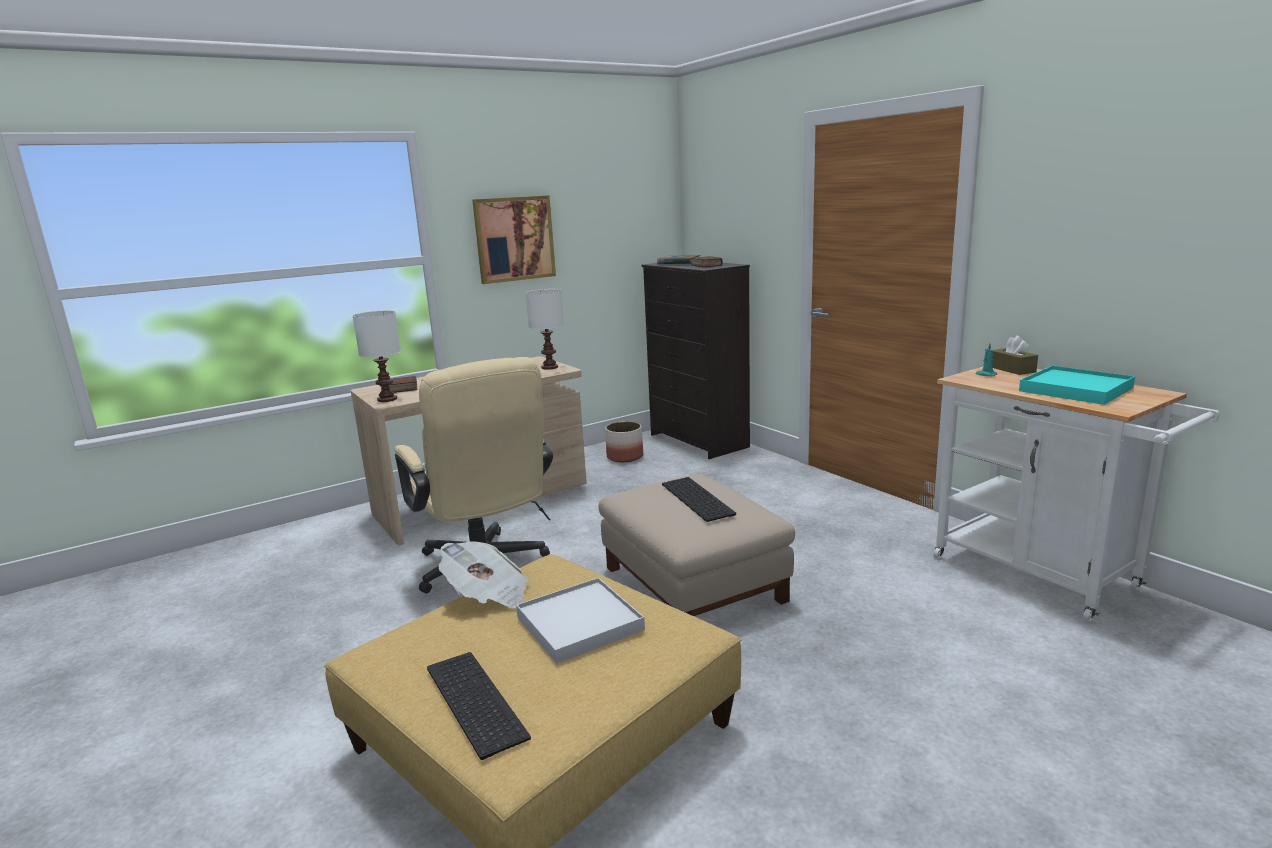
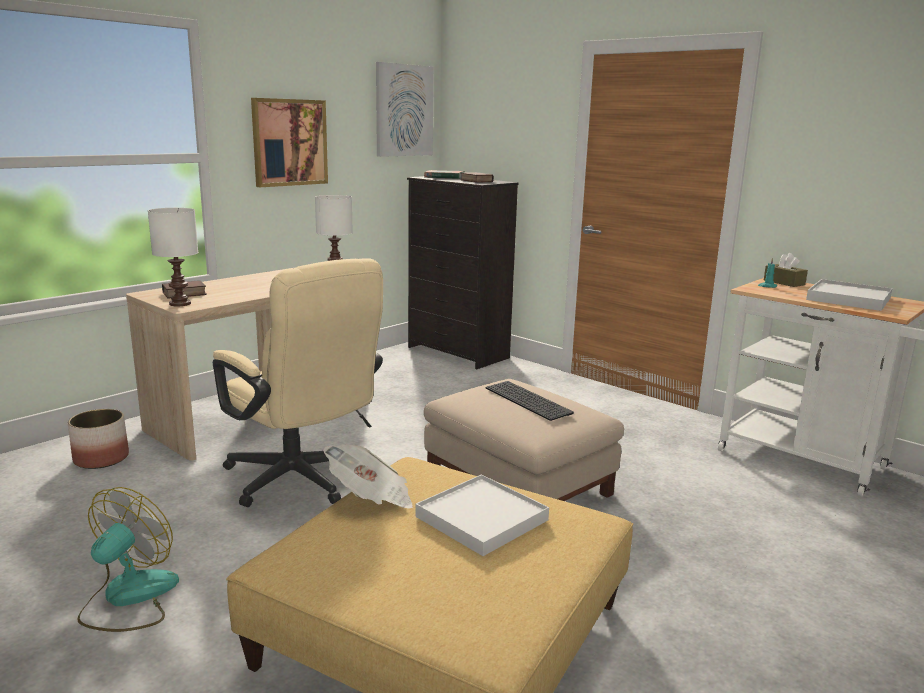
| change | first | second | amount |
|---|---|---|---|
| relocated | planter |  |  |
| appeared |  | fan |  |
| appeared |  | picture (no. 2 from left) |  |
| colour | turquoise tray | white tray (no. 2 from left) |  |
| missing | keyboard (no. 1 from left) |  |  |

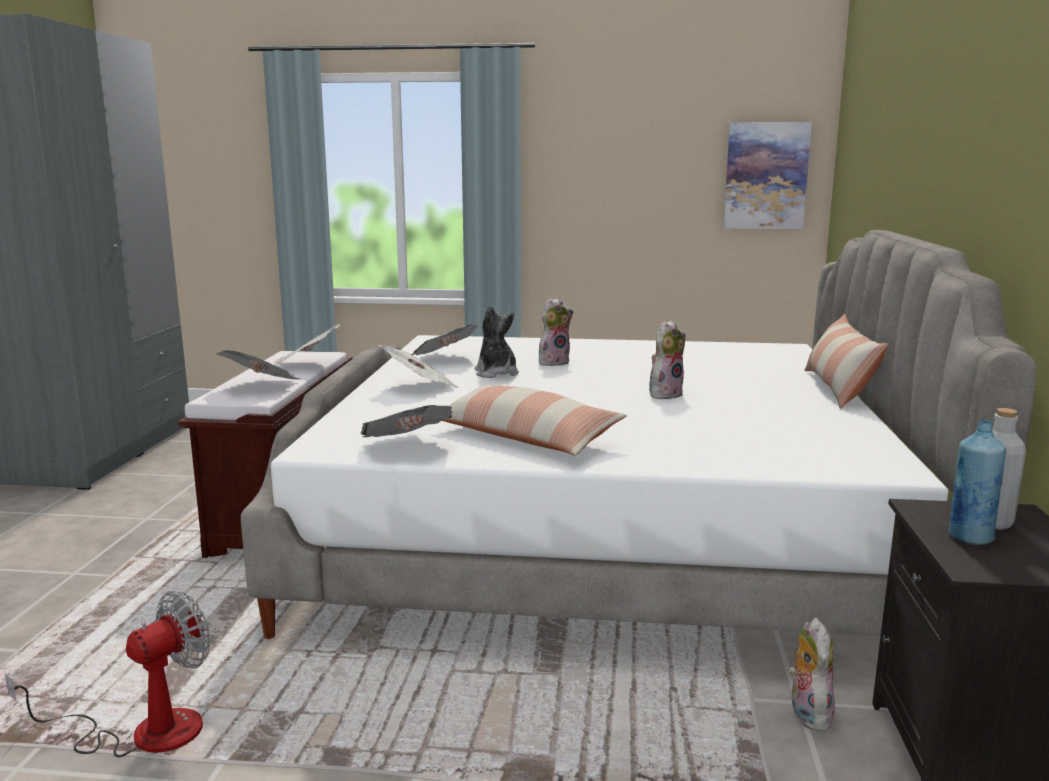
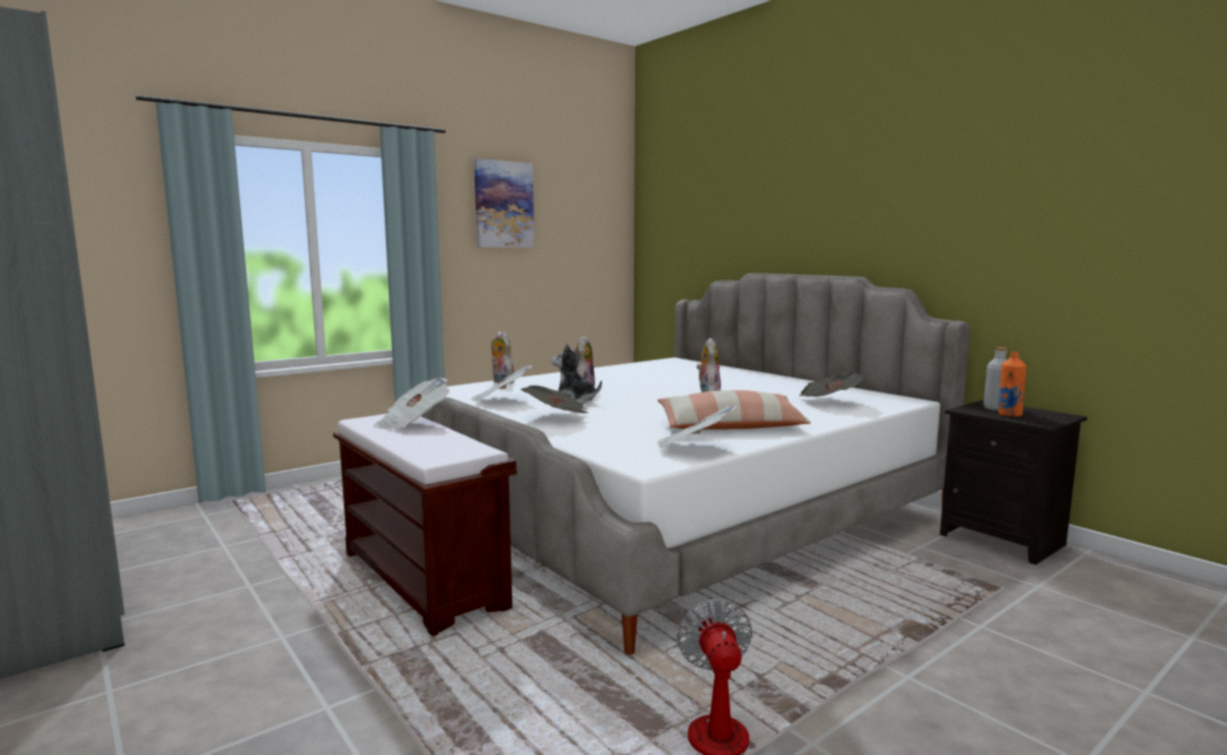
| change | first | second | amount |
|---|---|---|---|
| relocated | picture |  |  |
| relocated | plush toy (no. 4 from left in the first image) | plush toy (no. 1 from left) |  |
| relocated | newspaper (no. 1 from left in the first image) | newspaper (no. 5 from left) |  |
| colour | blue bottle | orange bottle |  |
| missing | pillow (no. 2 from left) |  |  |

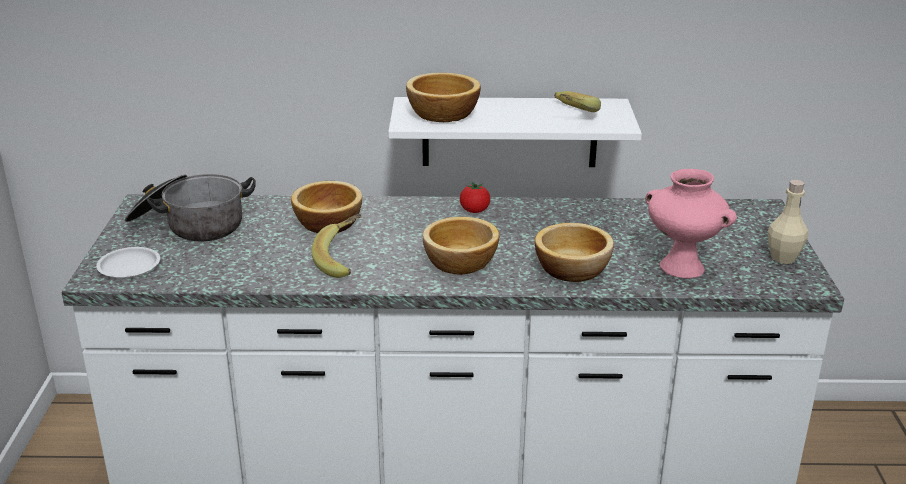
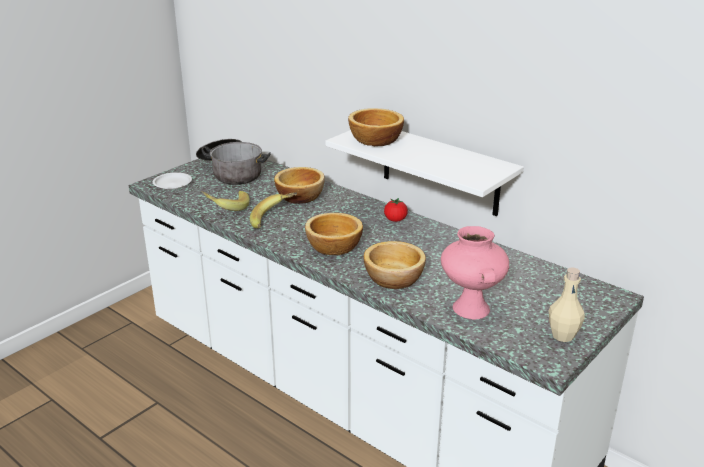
| change | first | second | amount |
|---|---|---|---|
| relocated | banana (no. 2 from left in the first image) | banana (no. 1 from left) |  |

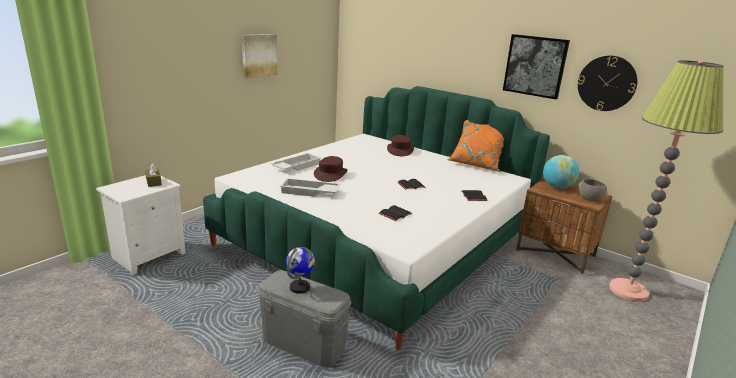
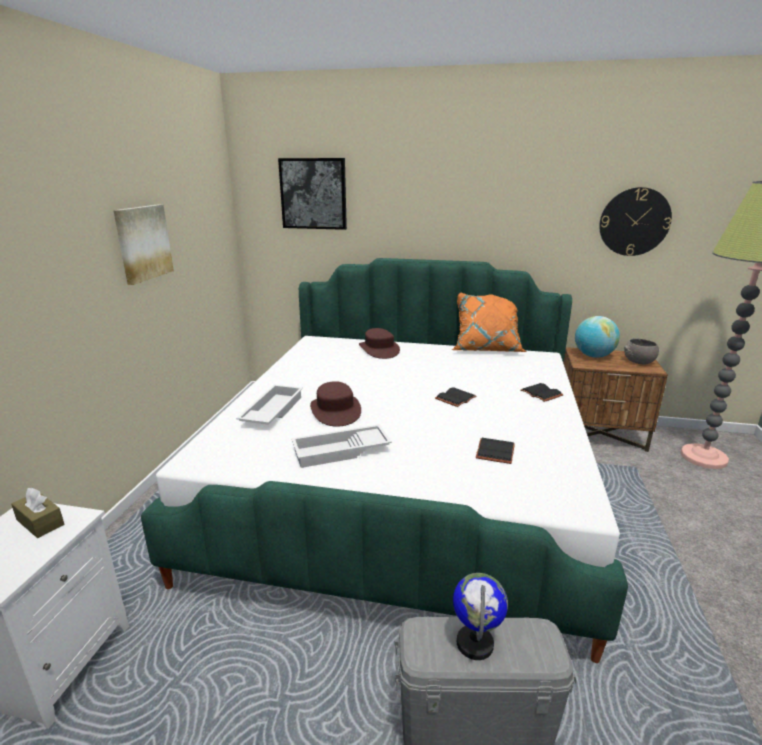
| change | first | second | amount |
|---|---|---|---|
| relocated | picture (no. 2 from left) |  |  |

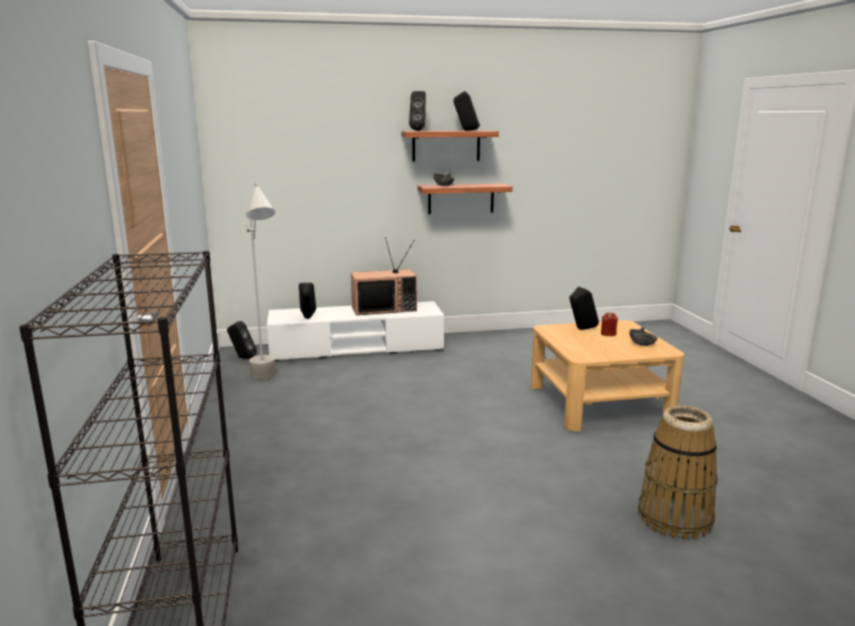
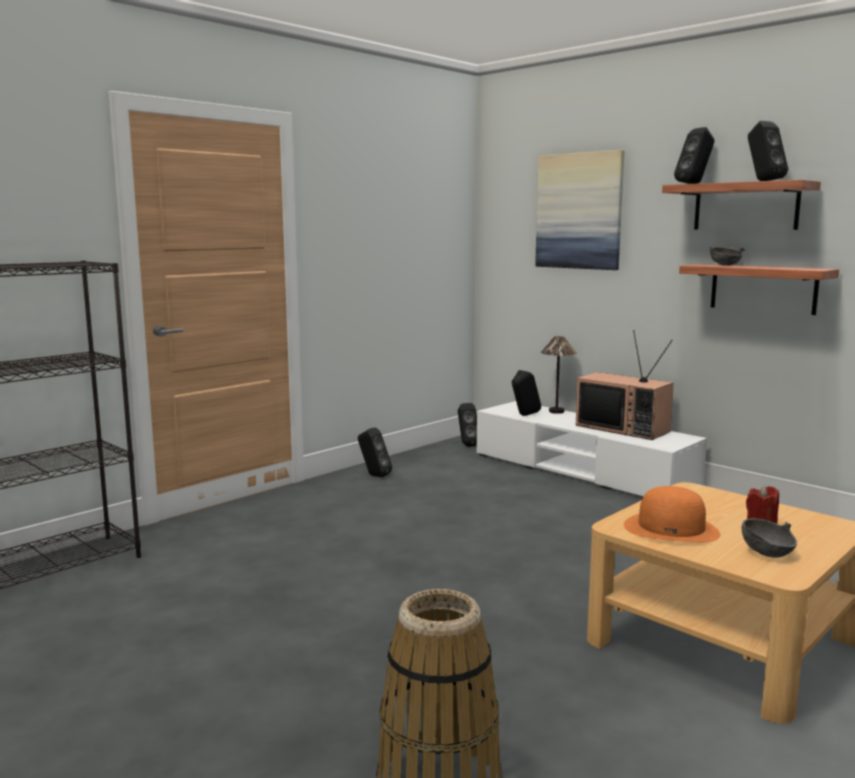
| change | first | second | amount |
|---|---|---|---|
| relocated | black speaker (no. 5 from left in the first image) | black speaker (no. 1 from left) |  |
| appeared |  | picture |  |
| appeared |  | table lamp |  |
| appeared |  | orange hat |  |
| missing | grey floor lamp |  |  |

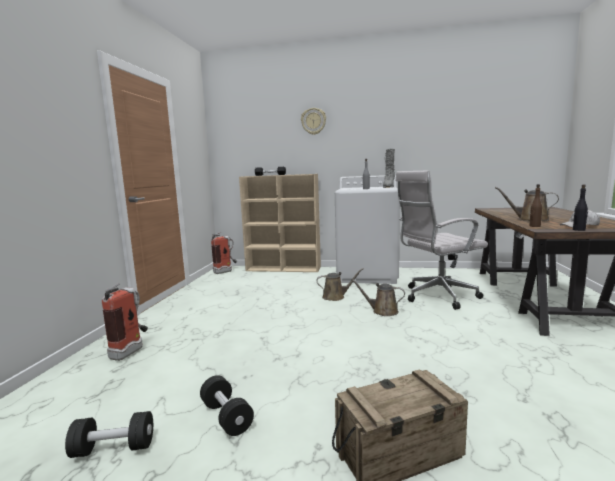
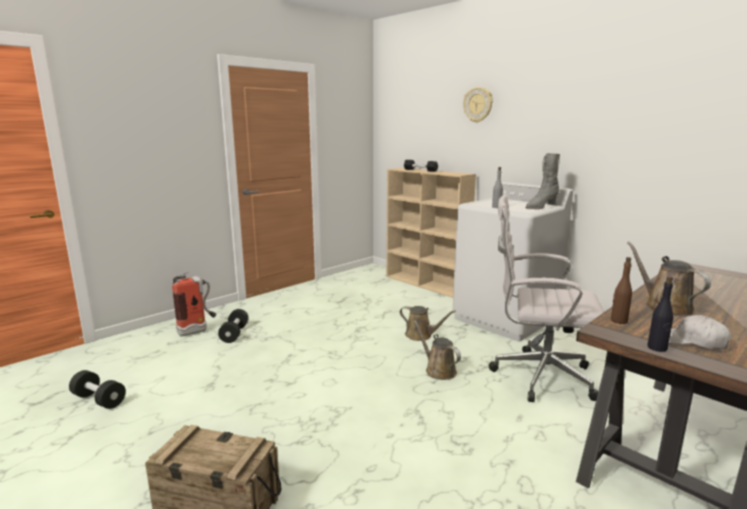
| change | first | second | amount |
|---|---|---|---|
| relocated | black dumbbell (no. 2 from left) |  |  |
| missing | fire extinguisher (no. 2 from left) |  |  |

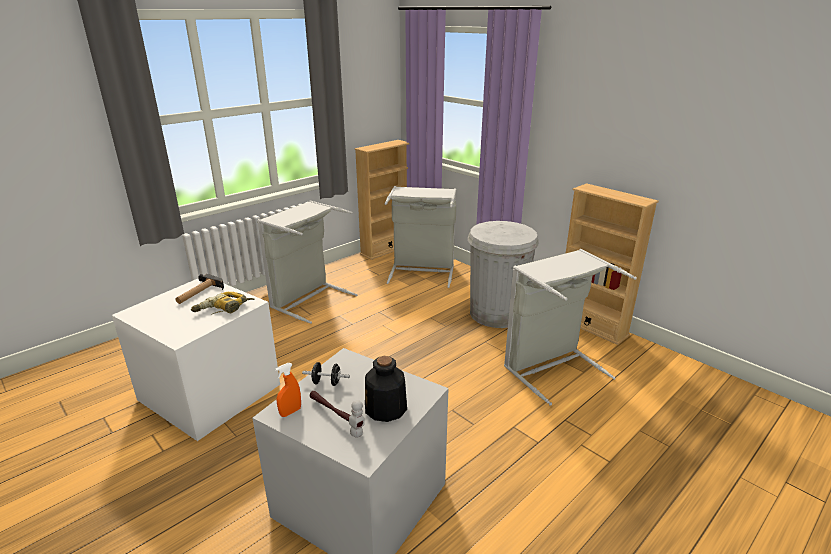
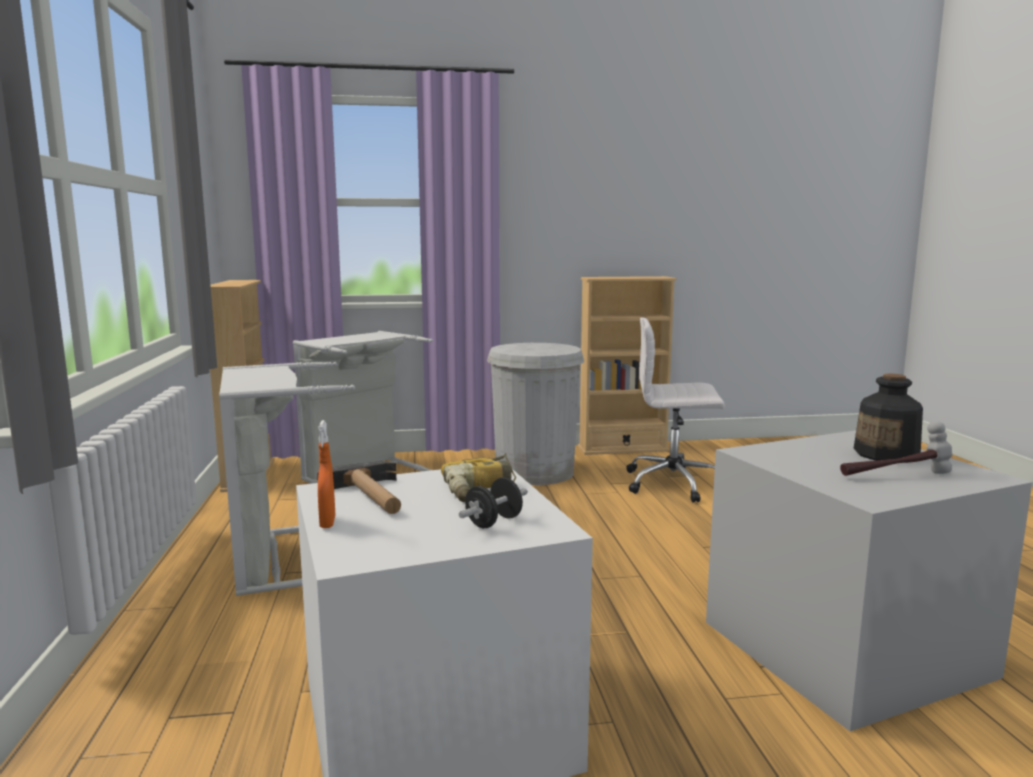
| change | first | second | amount |
|---|---|---|---|
| relocated | orange spray bottle |  |  |
| relocated | black dumbbell |  |  |
| exchanged | grey laundry basket (no. 3 from left) | white office chair |  |

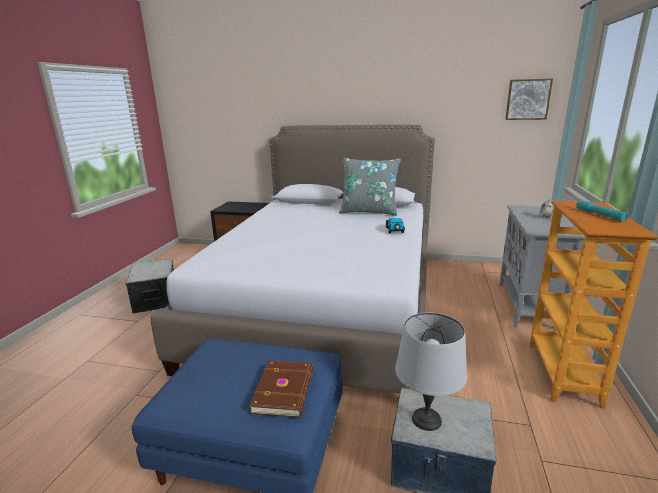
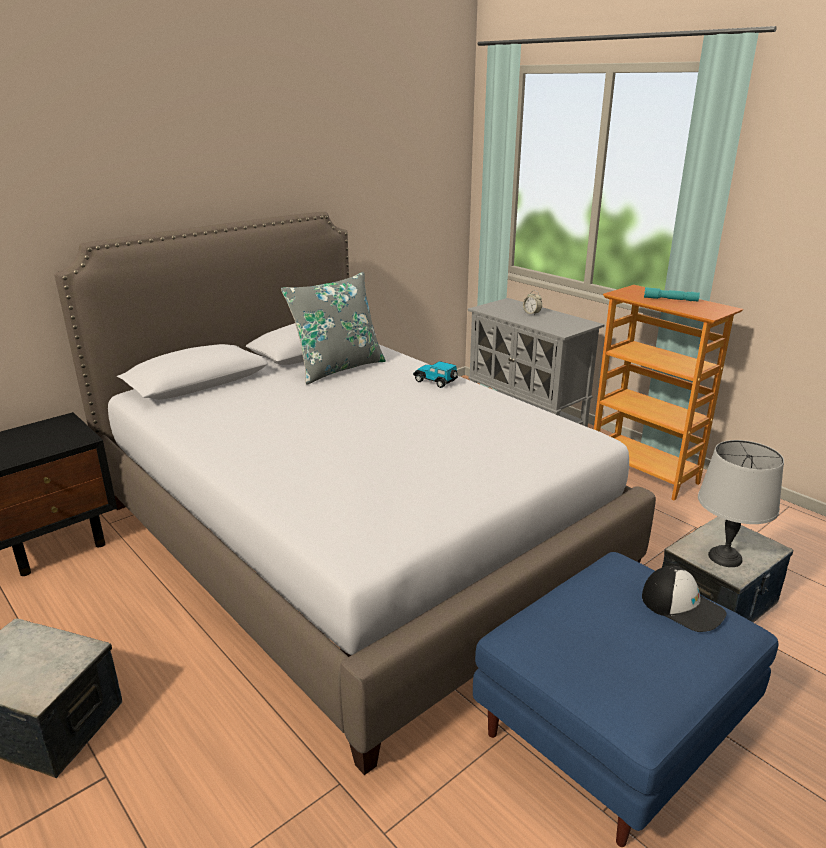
| change | first | second | amount |
|---|---|---|---|
| exchanged | brown book | cap |  |
| missing | picture |  |  |

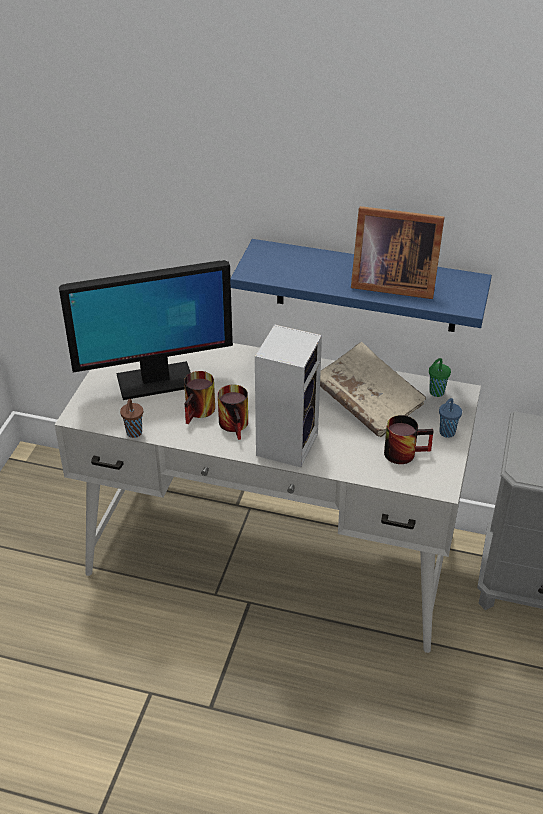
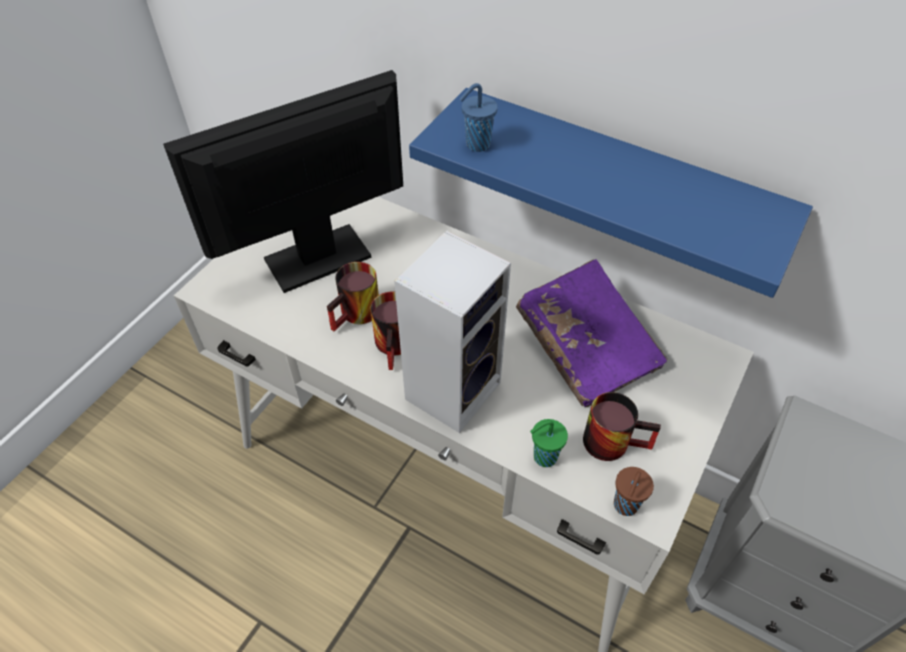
| change | first | second | amount |
|---|---|---|---|
| spun | monitor |  | 150 degrees clockwise |
| relocated | blue cup |  |  |
| colour | beige book | purple book |  |
| relocated | green cup |  |  |
| relocated | brown cup |  |  |
| missing | picture frame |  |  |

